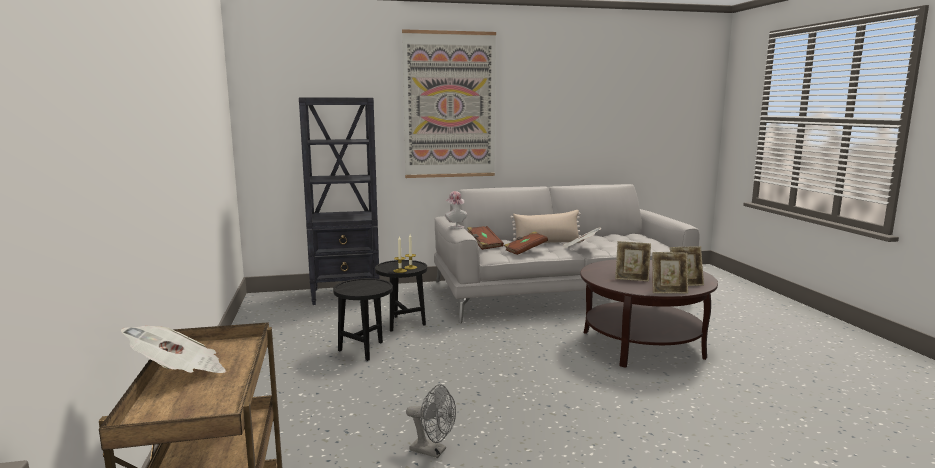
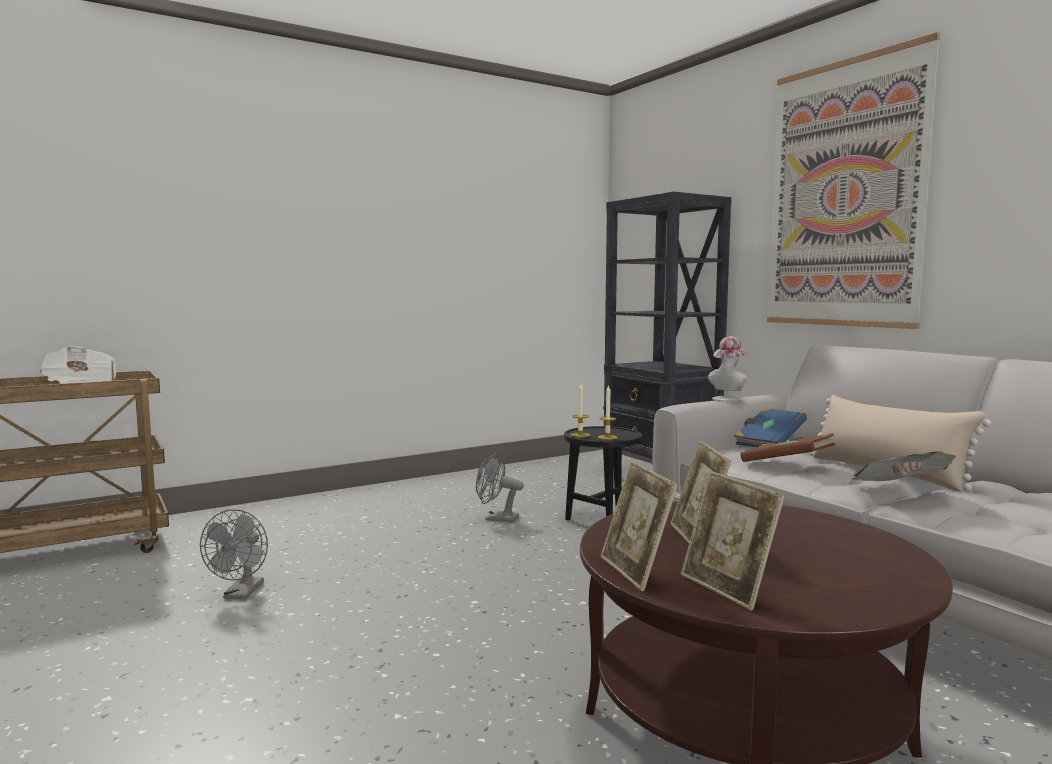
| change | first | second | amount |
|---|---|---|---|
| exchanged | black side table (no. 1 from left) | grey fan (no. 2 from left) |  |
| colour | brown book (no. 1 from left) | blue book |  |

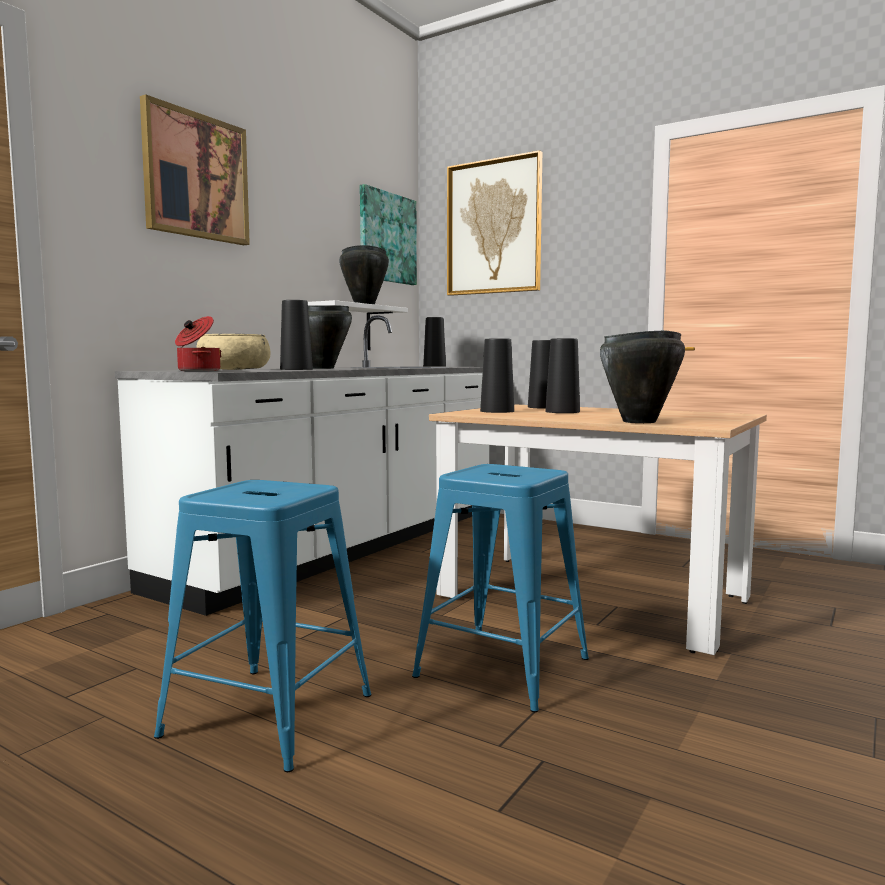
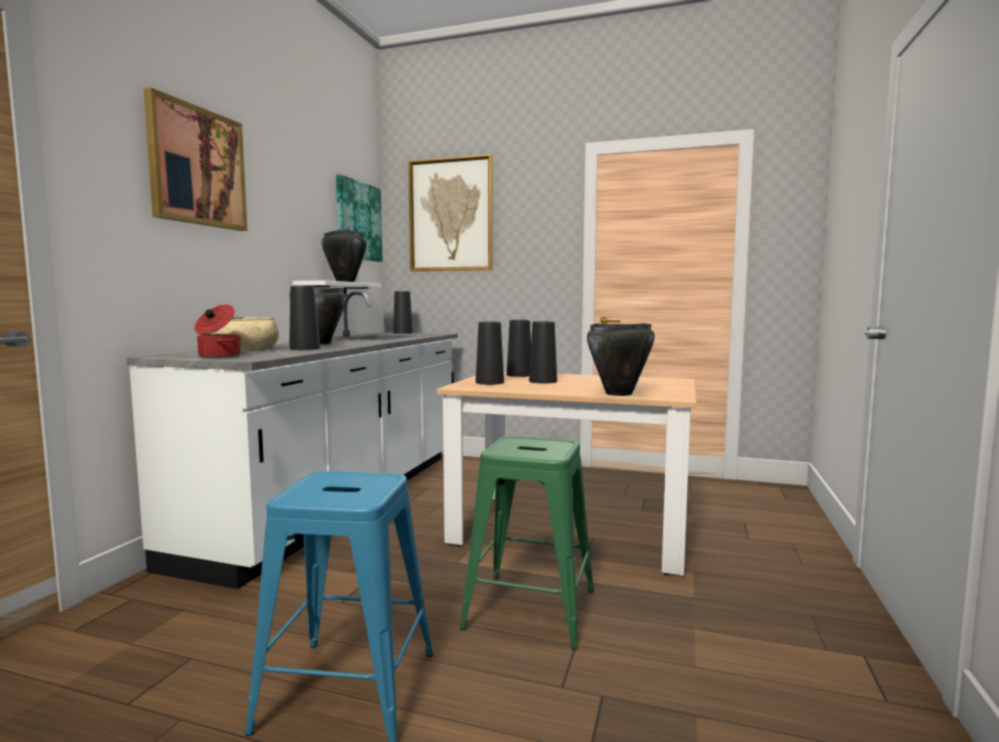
| change | first | second | amount |
|---|---|---|---|
| colour | blue stool (no. 2 from left) | green stool |  |

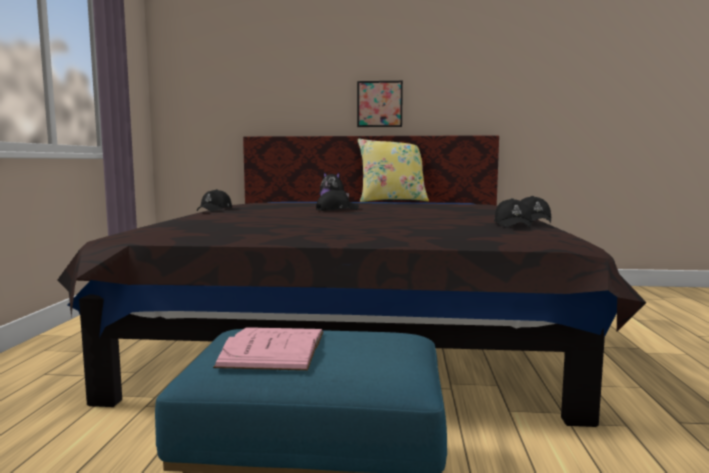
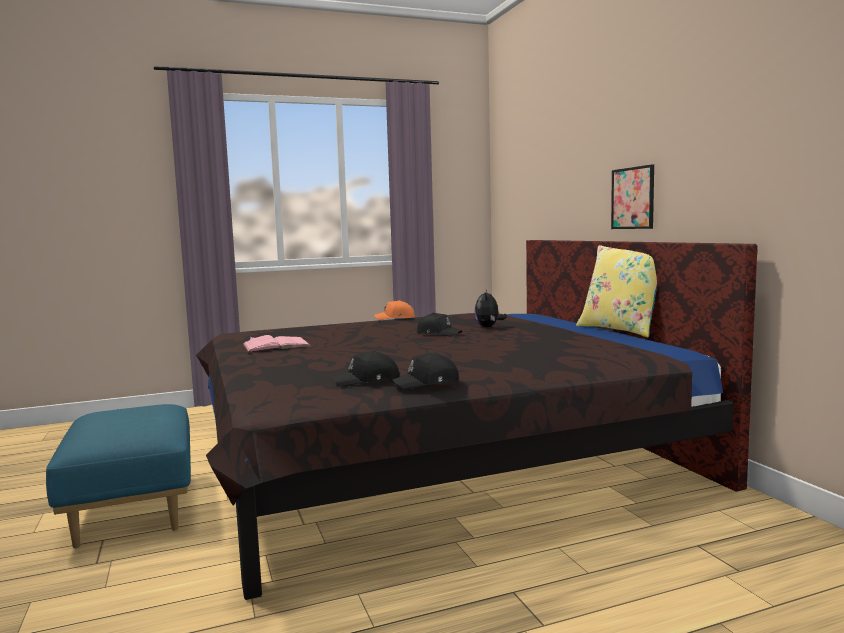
| change | first | second | amount |
|---|---|---|---|
| relocated | pink book |  |  |
| colour | black cap (no. 1 from left) | orange cap |  |

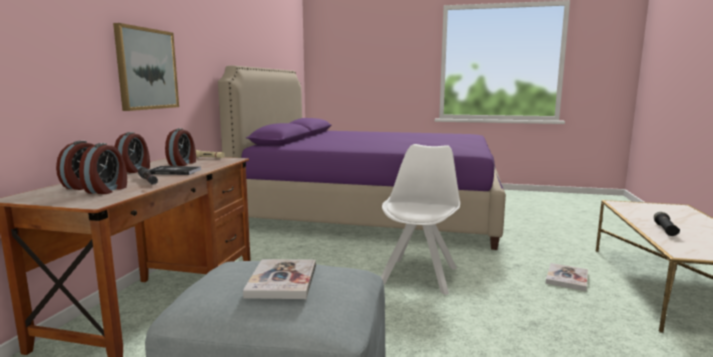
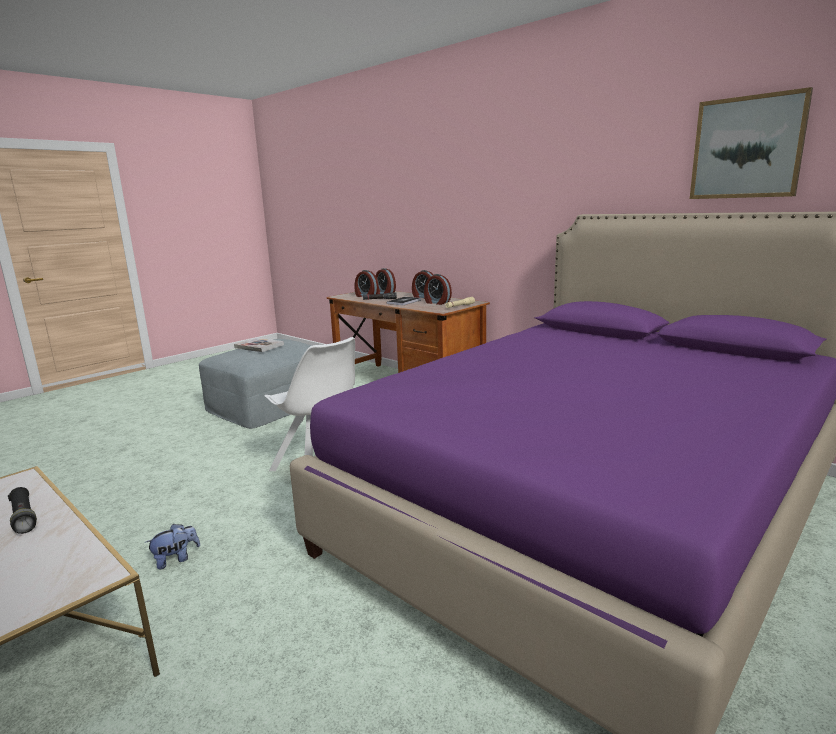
| change | first | second | amount |
|---|---|---|---|
| exchanged | book (no. 3 from left) | plush toy |  |
| relocated | picture |  |  |

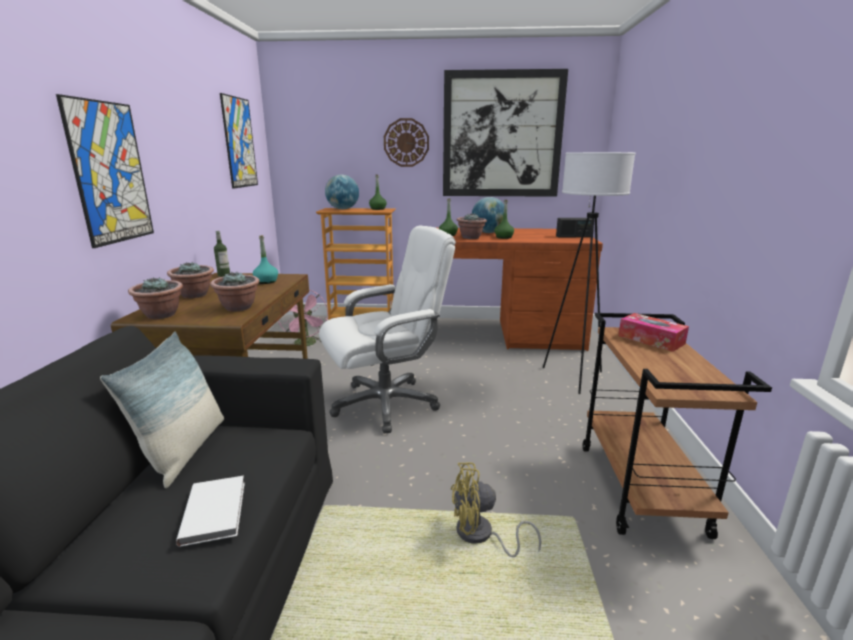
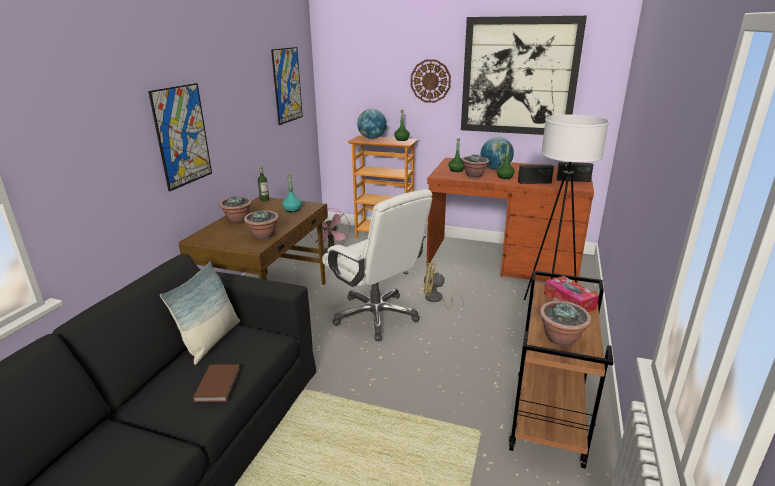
| change | first | second | amount |
|---|---|---|---|
| colour | white book | brown book |  |
| spun | white office chair |  | 60 degrees clockwise |
| relocated | yellow fan |  |  |
| appeared |  | radio (no. 1 from left) |  |
| relocated | potted plant (no. 1 from left in the first image) | potted plant (no. 4 from left) |  |

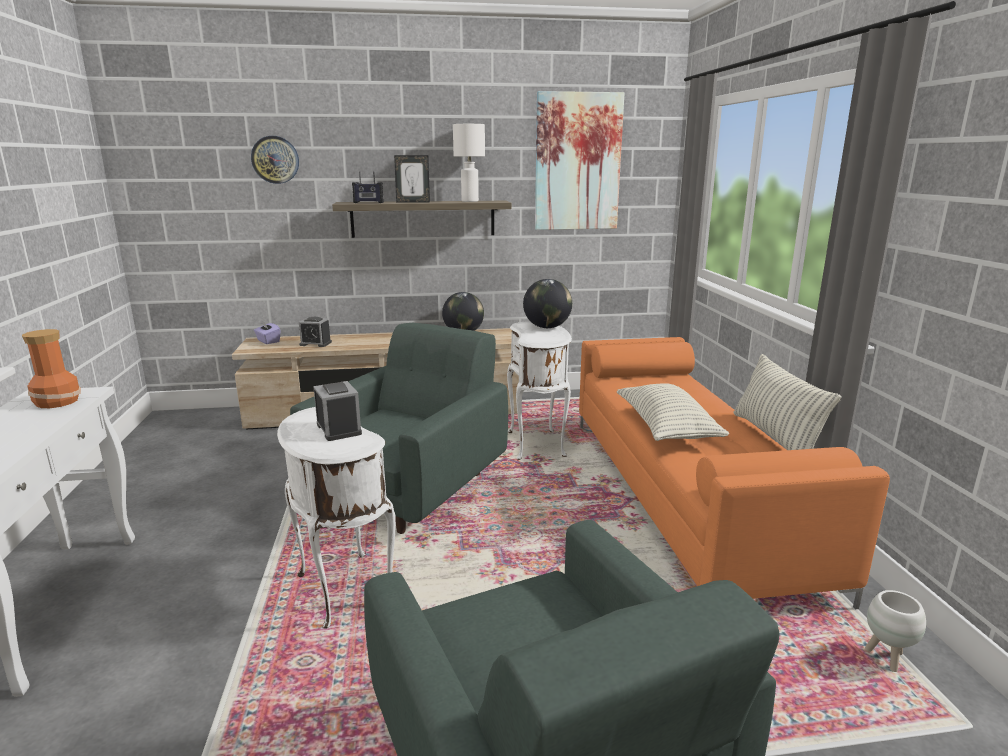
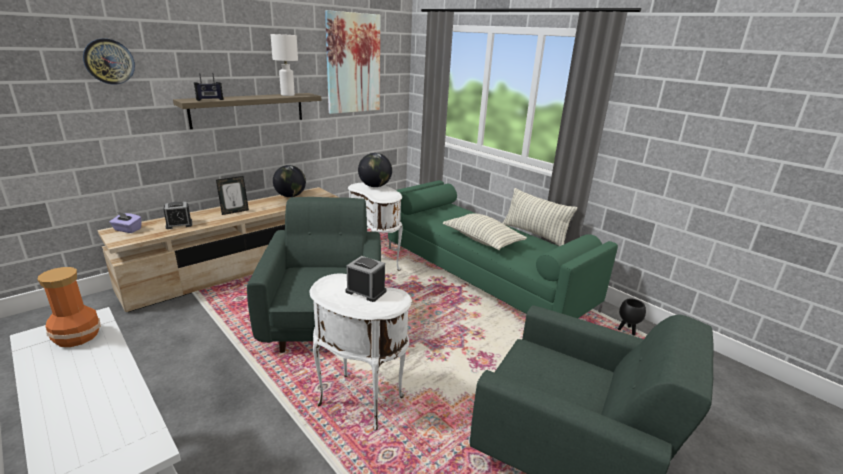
| change | first | second | amount |
|---|---|---|---|
| relocated | picture frame |  |  |
| colour | orange sofa | green sofa |  |
| colour | white planter | black planter |  |

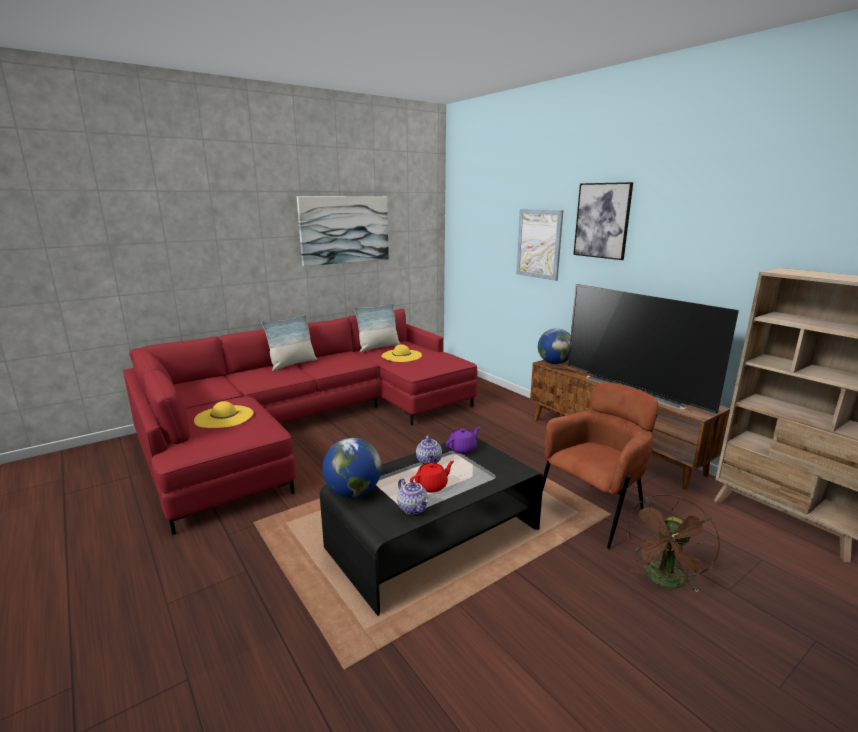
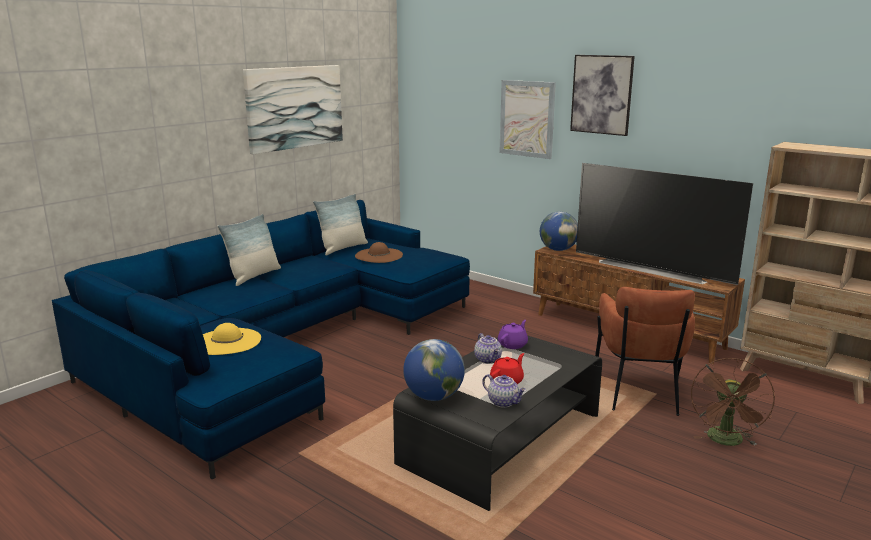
| change | first | second | amount |
|---|---|---|---|
| colour | red sofa | blue sofa |  |
| colour | yellow hat (no. 2 from left) | brown hat |  |
| spun | brown armchair |  | 150 degrees clockwise |

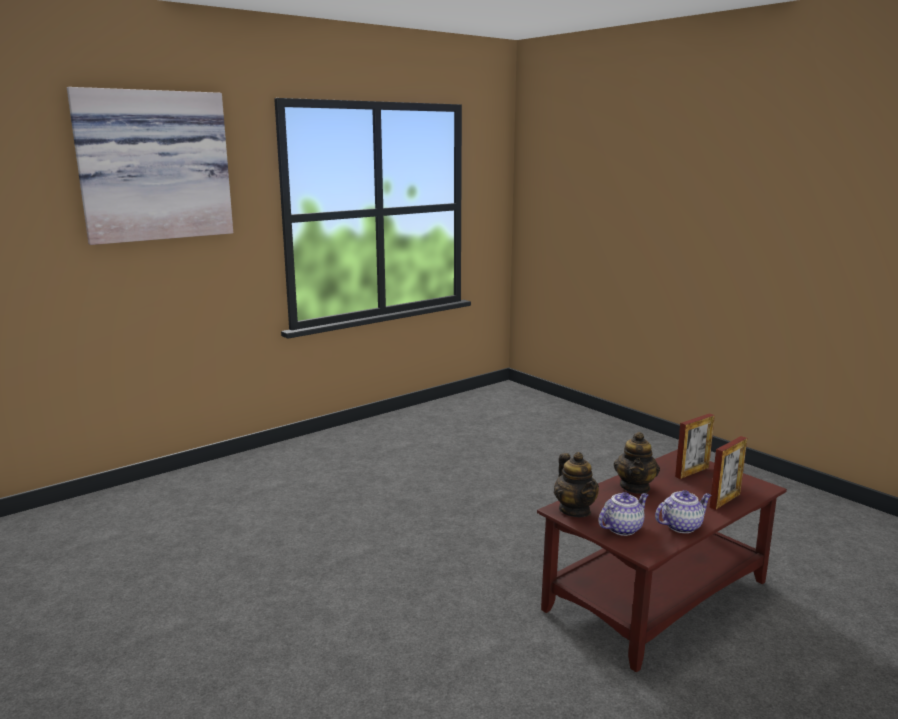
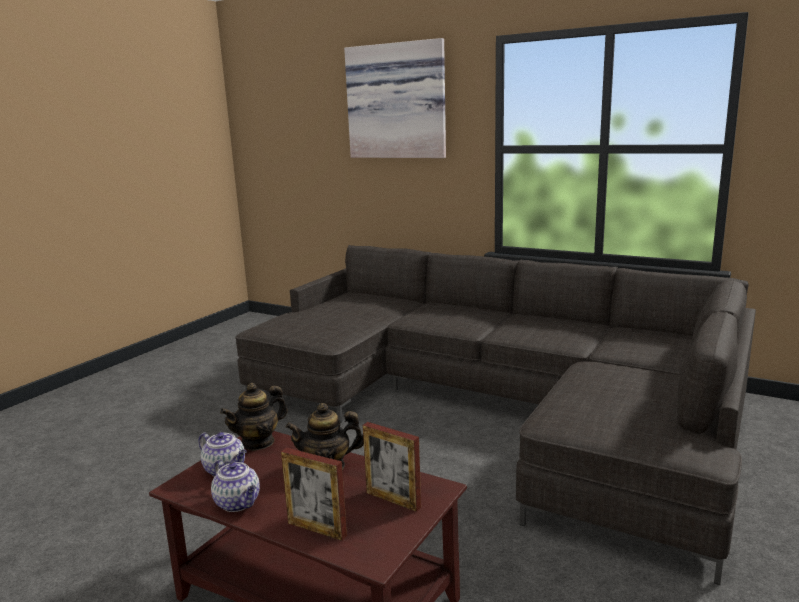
| change | first | second | amount |
|---|---|---|---|
| appeared |  | grey sofa |  |

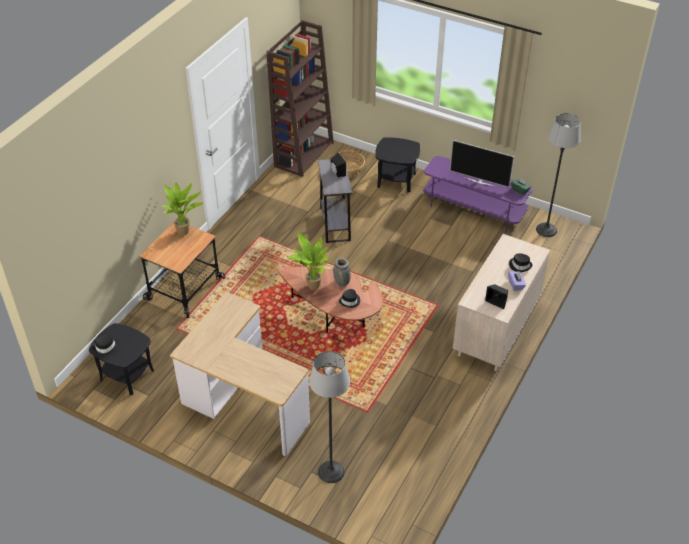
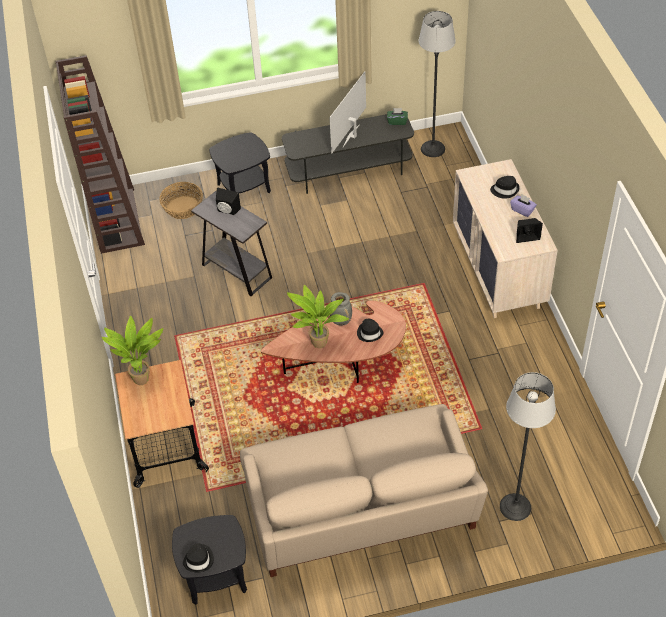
| change | first | second | amount |
|---|---|---|---|
| exchanged | desk | beige sofa |  |
| colour | purple tv stand | grey tv stand |  |
| spun | television |  | 135 degrees clockwise |

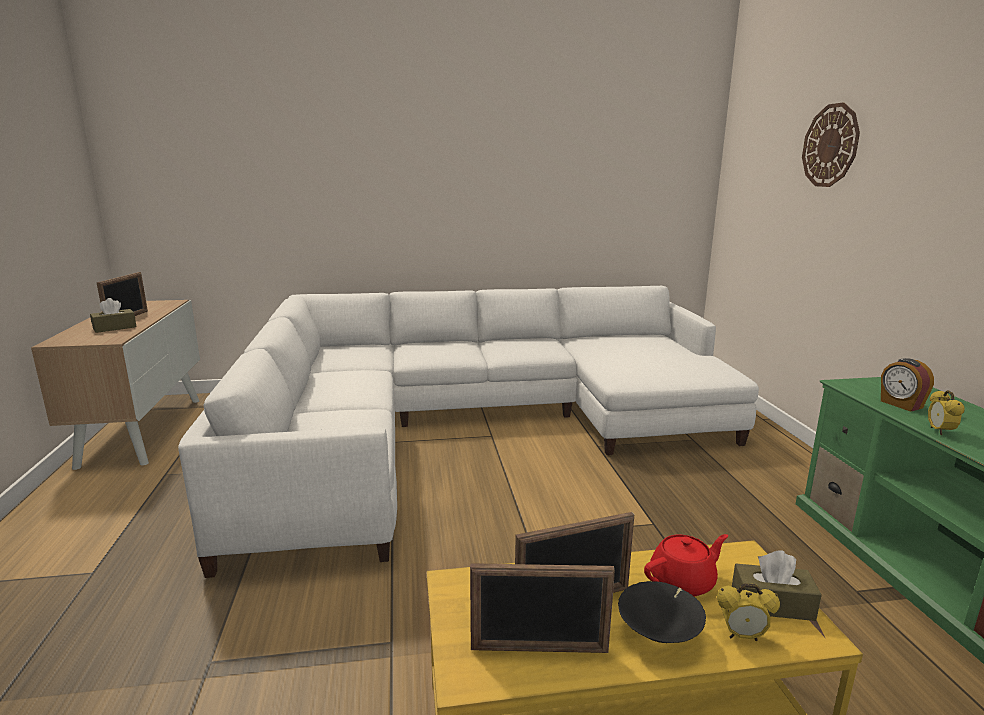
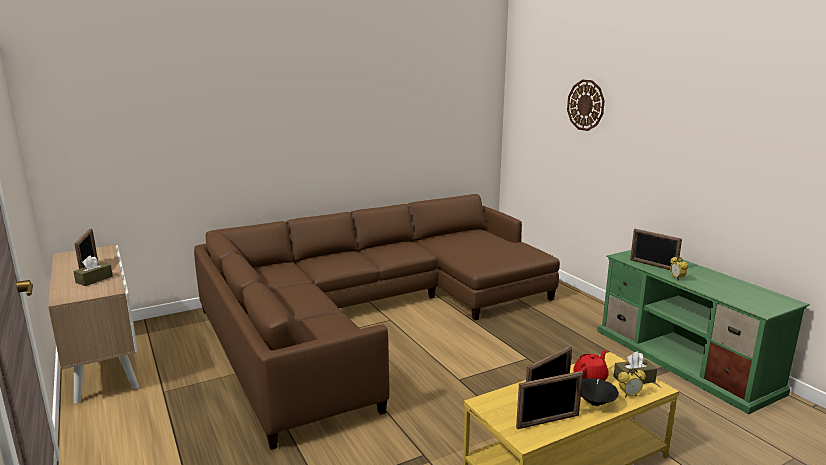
| change | first | second | amount |
|---|---|---|---|
| colour | white sofa | brown sofa |  |
| exchanged | alarm clock (no. 2 from left) | picture frame (no. 4 from left) |  |

